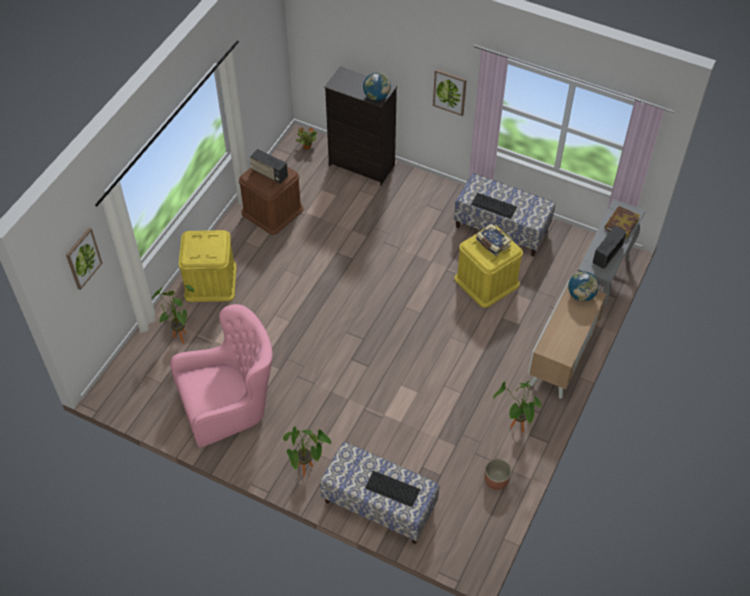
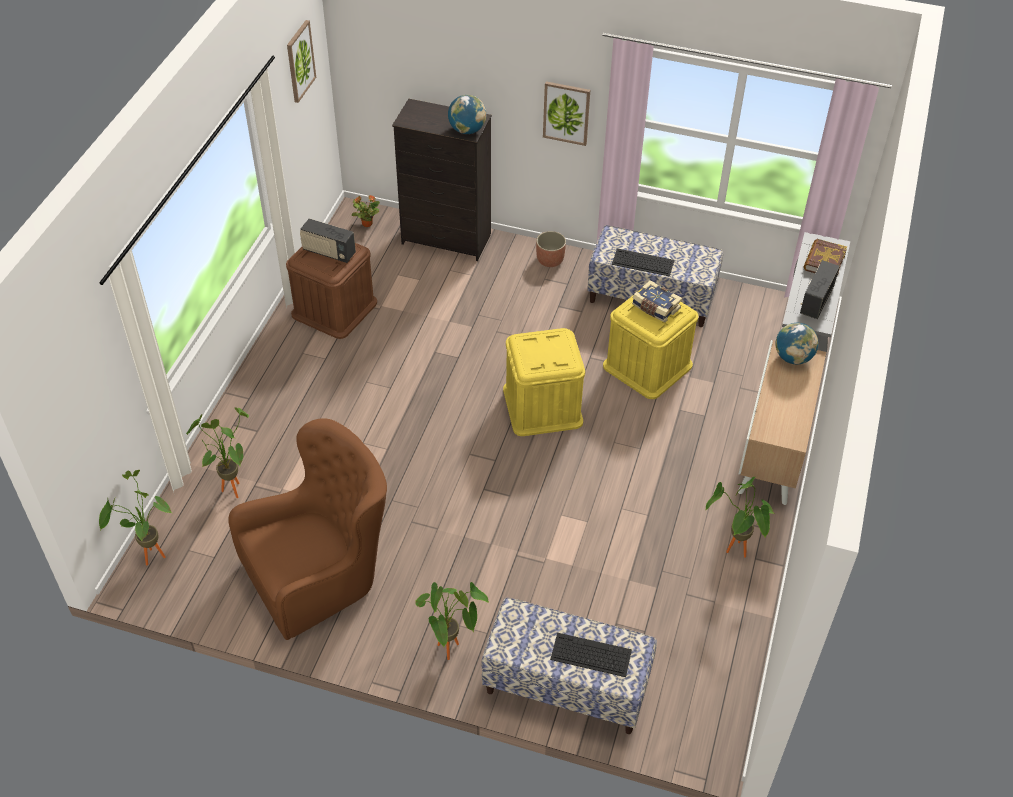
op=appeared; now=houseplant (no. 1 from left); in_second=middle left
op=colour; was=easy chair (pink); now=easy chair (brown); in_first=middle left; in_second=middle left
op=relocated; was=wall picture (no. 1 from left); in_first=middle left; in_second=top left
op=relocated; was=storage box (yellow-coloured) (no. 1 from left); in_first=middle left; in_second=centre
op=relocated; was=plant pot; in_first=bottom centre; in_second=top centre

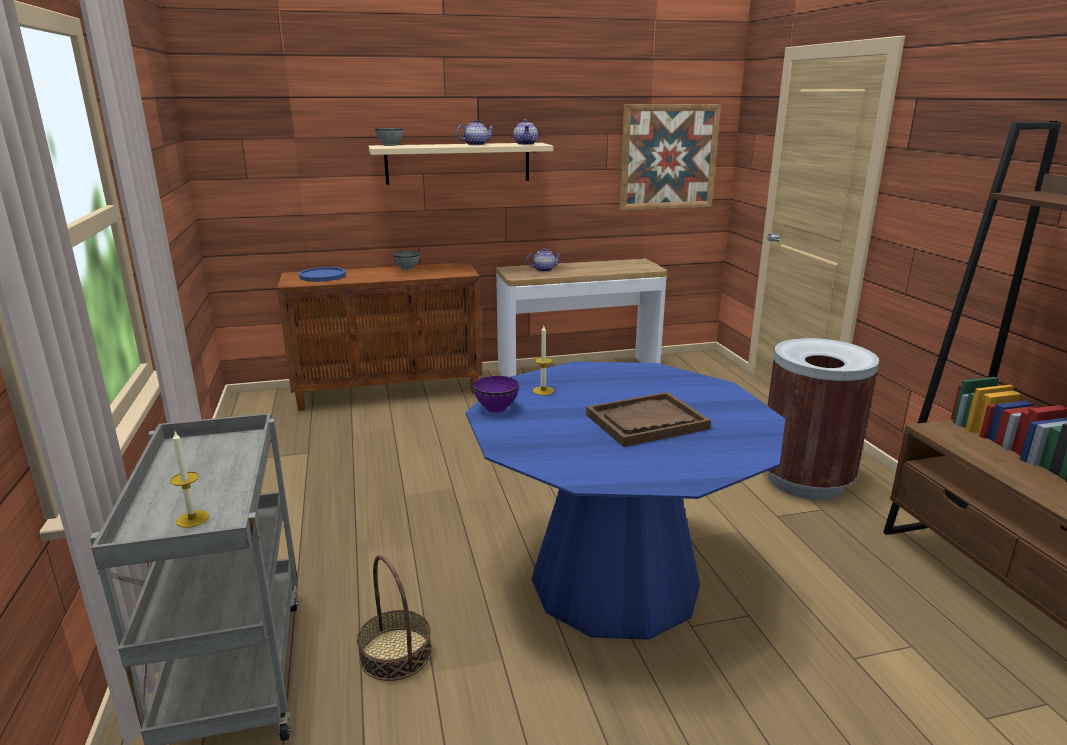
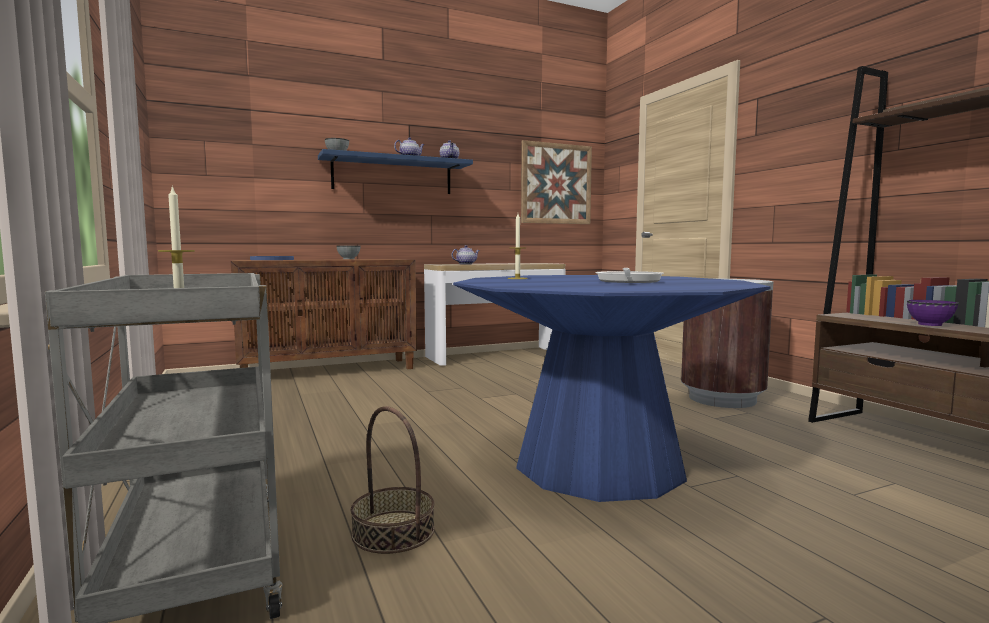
op=colour; was=bracket shelf (sand-coloured); now=bracket shelf (blue); in_first=top centre; in_second=top centre
op=exchanged; was=carrying tray (brown); now=frying pan; in_first=centre; in_second=centre
op=relocated; was=bowl (purplish); in_first=centre; in_second=middle right

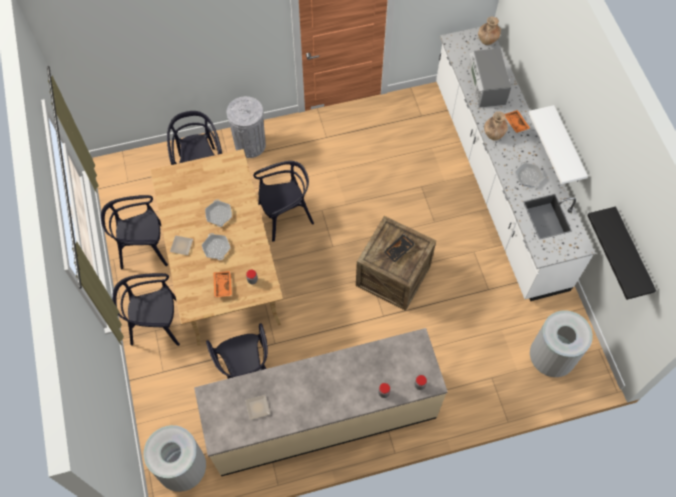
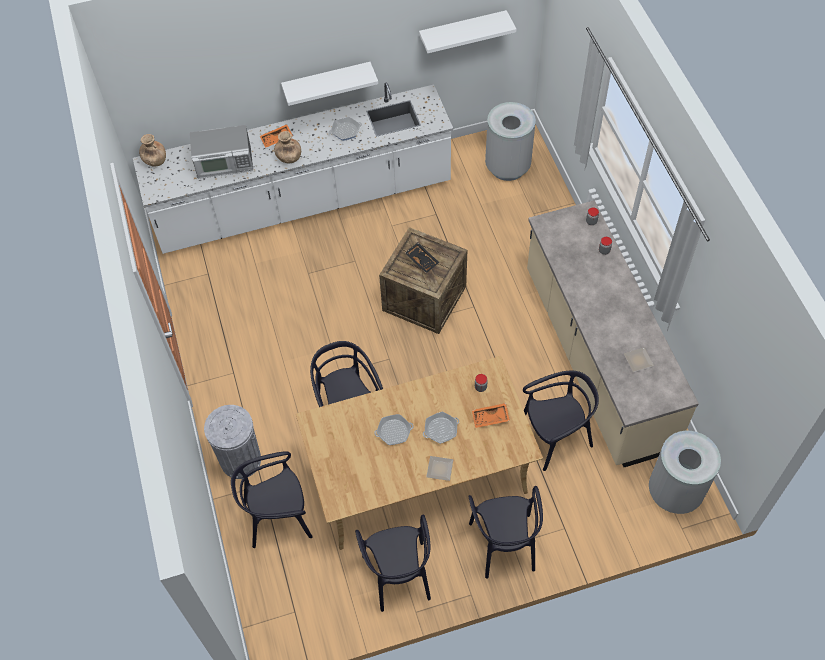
op=colour; was=bracket shelf (black); now=bracket shelf (white-coloured) (no. 2 from left); in_first=middle right; in_second=top centre

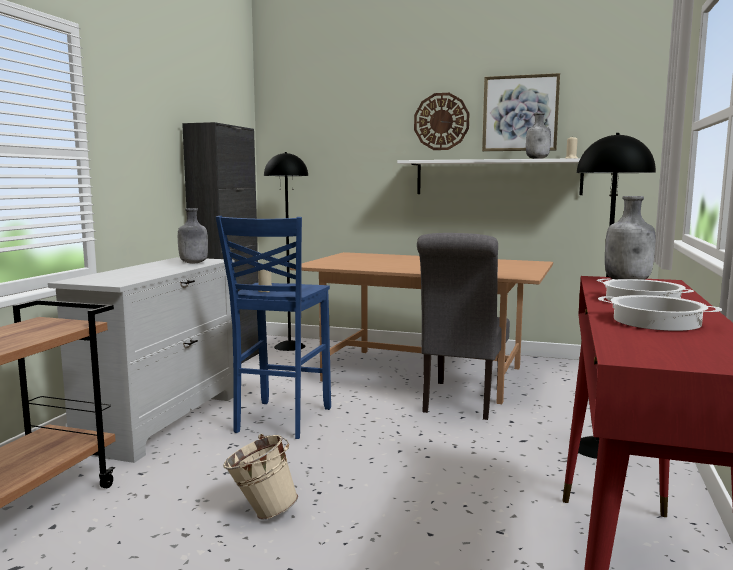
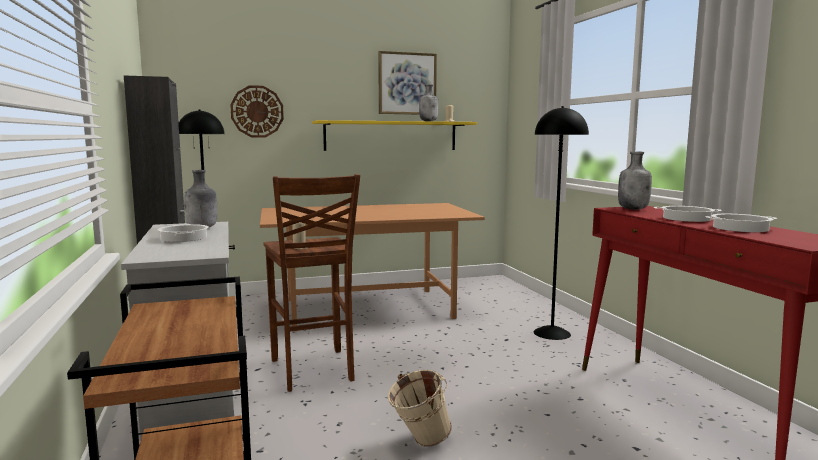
op=appeared; now=saucepot (no. 1 from left); in_second=middle left
op=relocated; was=clock on the wall; in_first=top centre; in_second=top left
op=colour; was=stool (blue); now=stool (brown); in_first=centre; in_second=centre
op=colour; was=bracket shelf (white-coloured); now=bracket shelf (yellow-coloured); in_first=top right; in_second=top centre
op=missing; was=chair (grey); in_first=centre

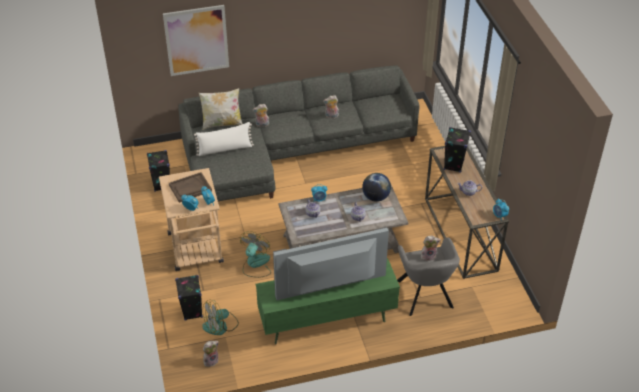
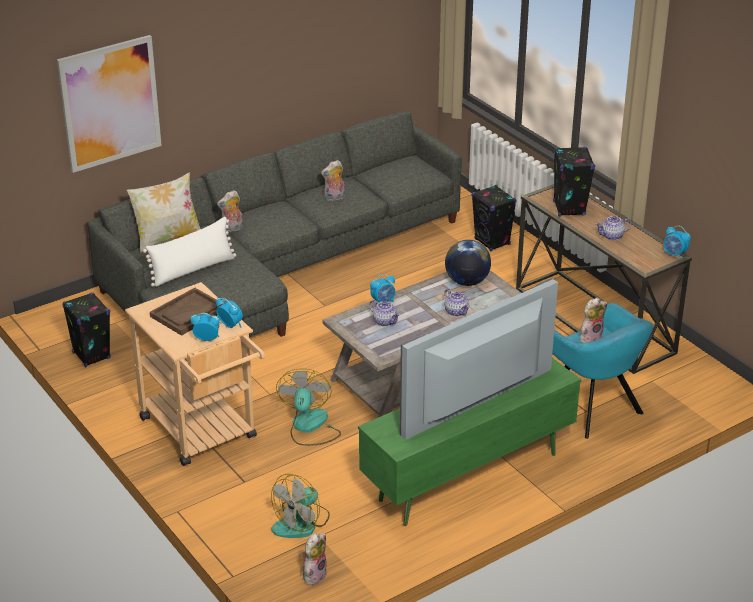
op=relocated; was=loudspeaker (black) (no. 2 from left); in_first=bottom left; in_second=centre
op=colour; was=easy chair (grey); now=easy chair (turquoise); in_first=bottom right; in_second=middle right

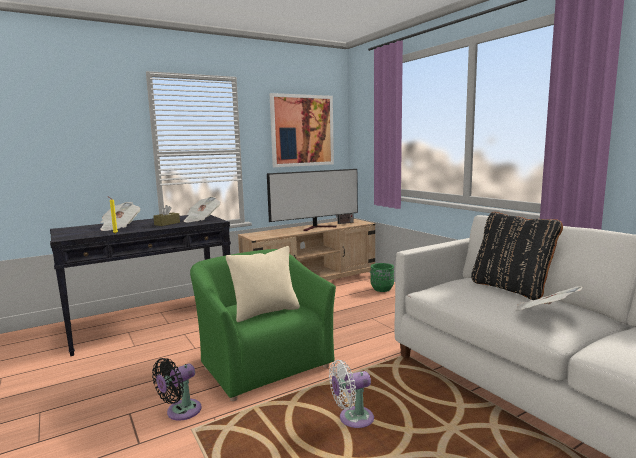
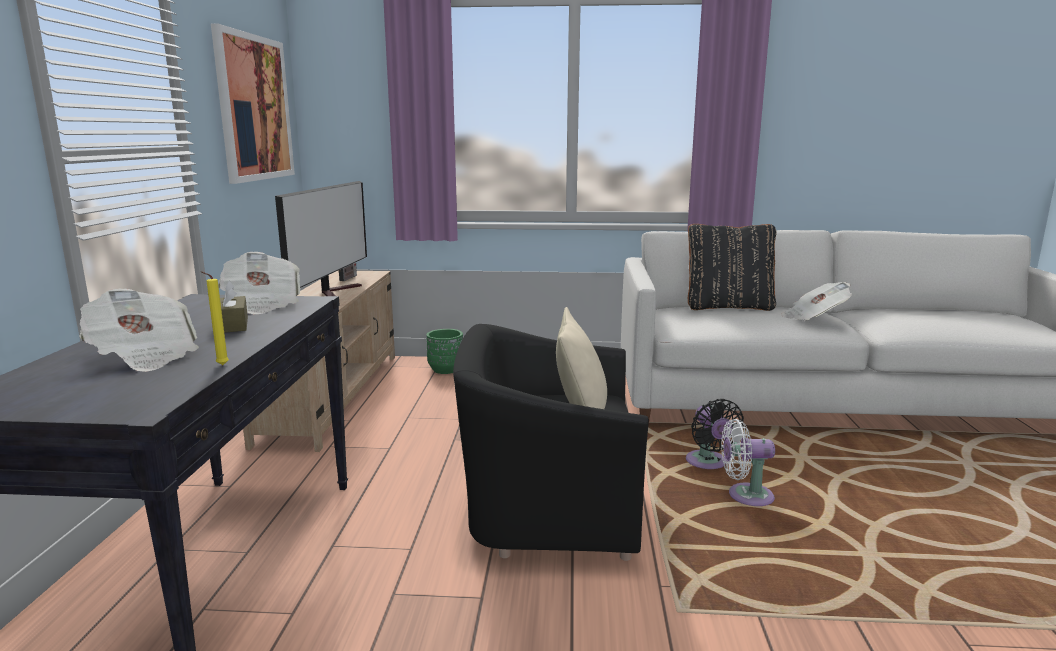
op=colour; was=easy chair (greenish); now=easy chair (black); in_first=bottom centre; in_second=bottom centre
op=relocated; was=fan (black); in_first=bottom left; in_second=bottom right
op=spun; was=fan (white-coloured); in_first=bottom centre; in_second=bottom right; clockwise=75

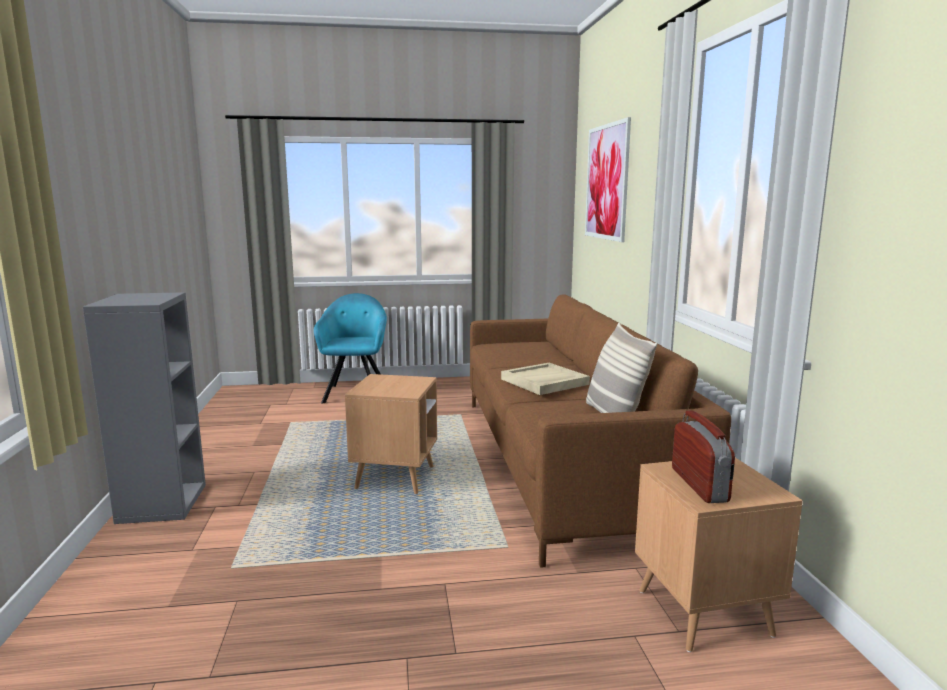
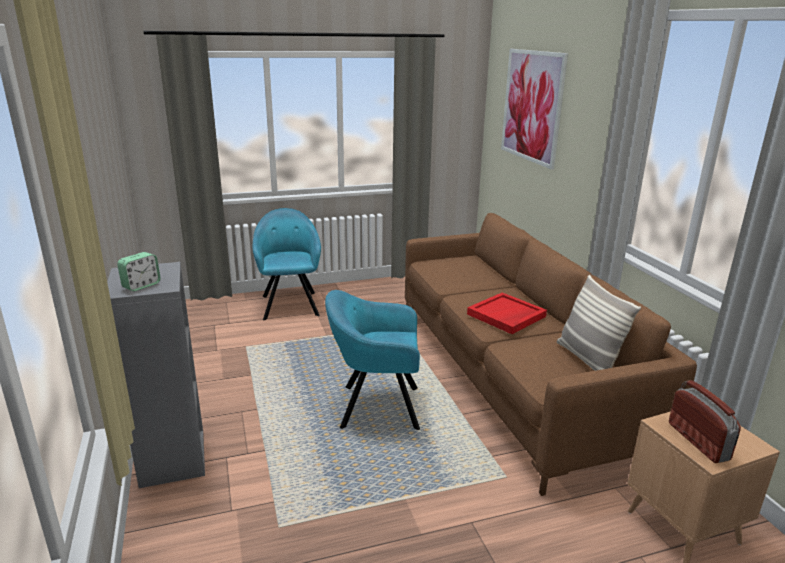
op=appeared; now=alarm clock; in_second=middle left
op=exchanged; was=accent table (brown) (no. 1 from left); now=easy chair (turquoise) (no. 2 from left); in_first=centre; in_second=centre
op=colour; was=carrying tray (sand-coloured); now=carrying tray (red); in_first=centre; in_second=centre

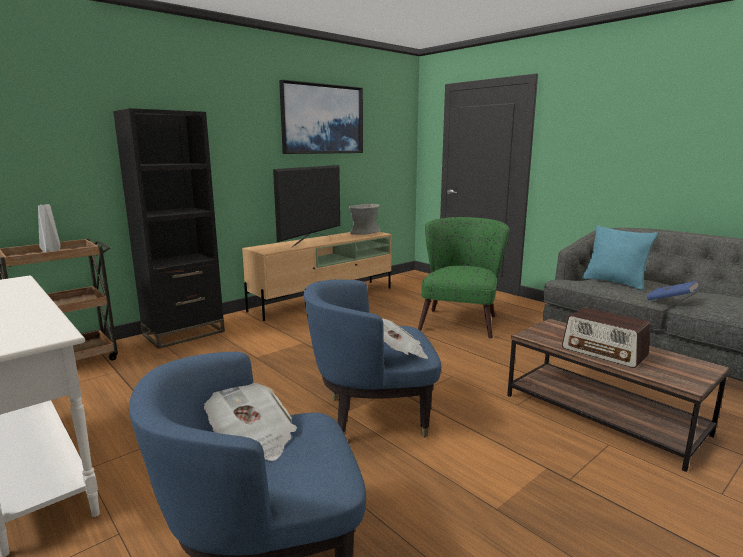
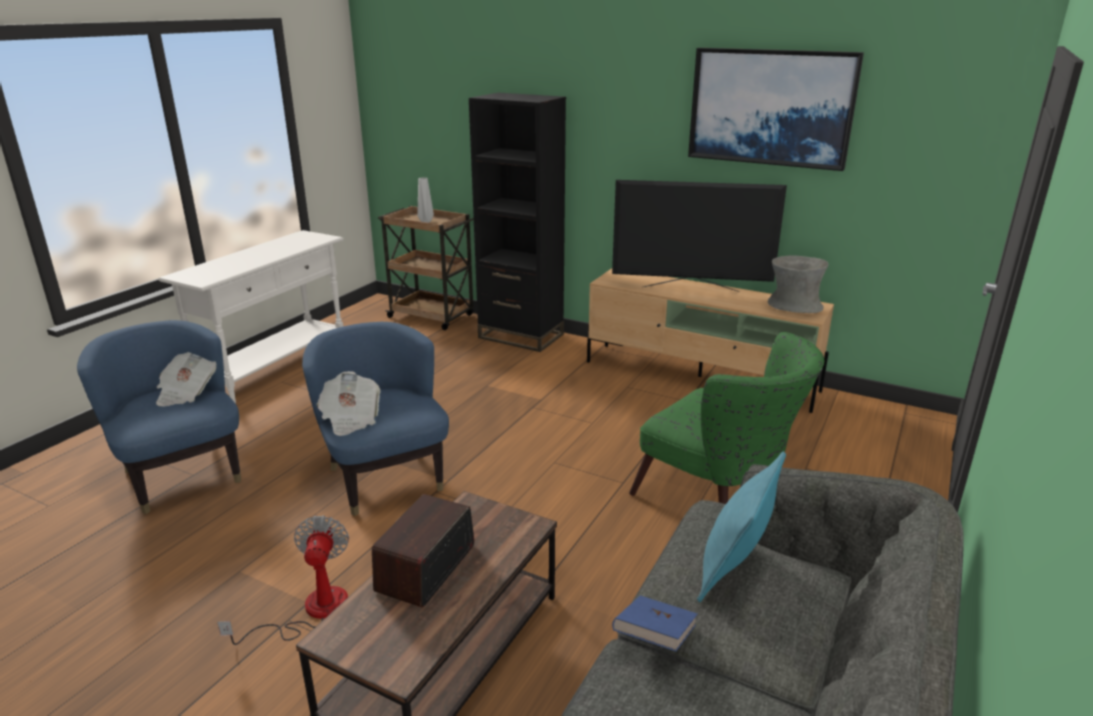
op=appeared; now=fan; in_second=bottom left
op=spun; was=easy chair (greenish); in_first=centre; in_second=centre; clockwise=45

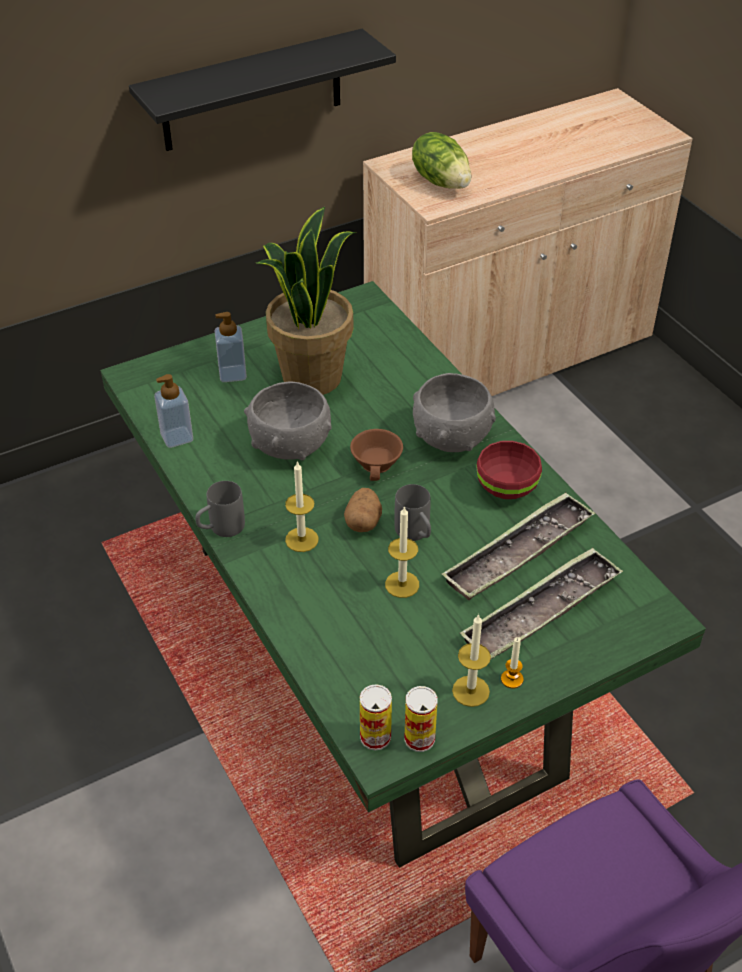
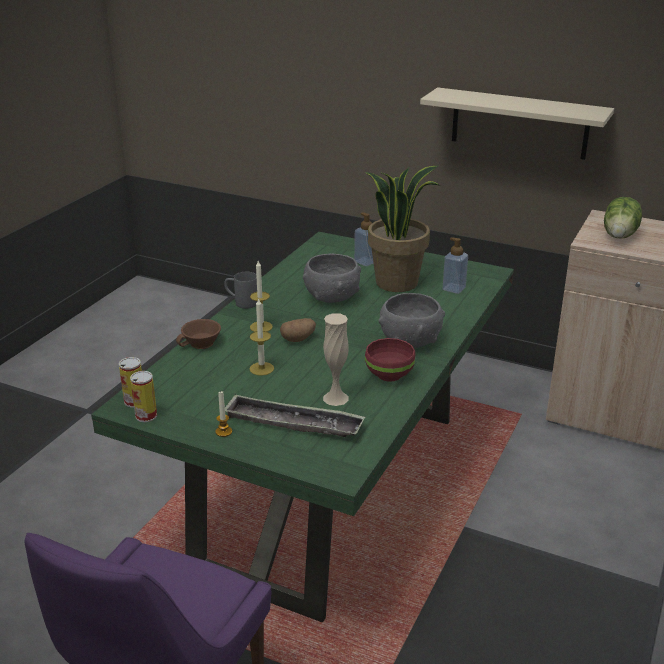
op=relocated; was=drinking cup (brown); in_first=centre; in_second=middle left
op=exchanged; was=carrying tray (no. 1 from left); now=decorative vase (sand-coloured); in_first=middle right; in_second=centre
op=colour; was=bracket shelf (black); now=bracket shelf (sand-coloured); in_first=top centre; in_second=top right
op=relocated; was=liquid soap bottle (no. 1 from left in the first image); now=liquid soap bottle (no. 2 from left); in_first=middle left; in_second=middle right
op=missing; was=coffee mug (grey) (no. 2 from left); in_first=centre
op=missing; was=wax light (no. 3 from left); in_first=bottom centre

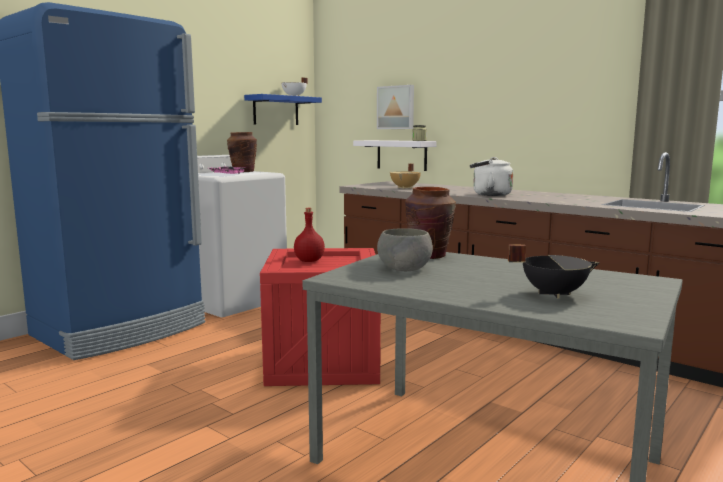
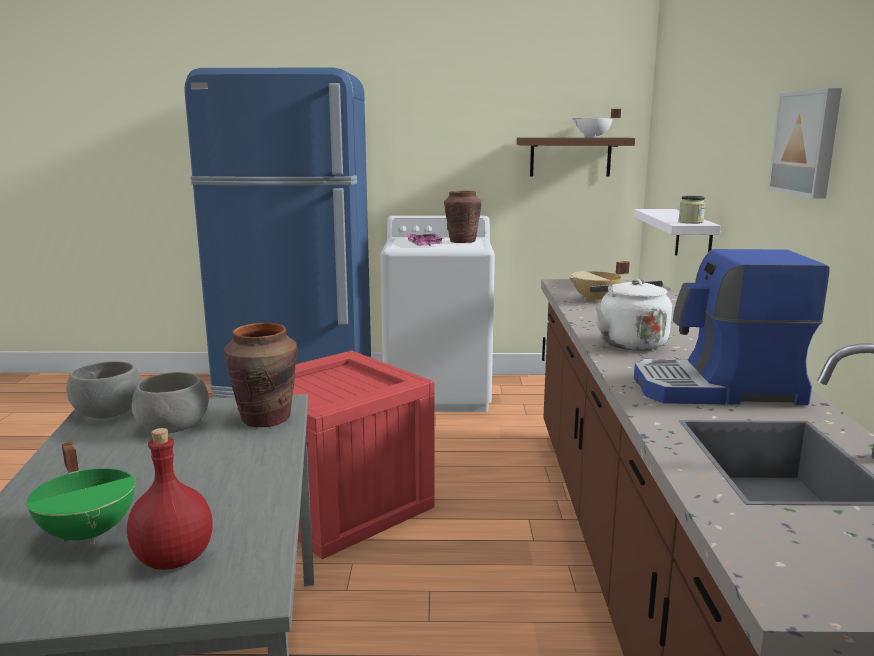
op=colour; was=saucepot (black); now=saucepot (greenish); in_first=middle right; in_second=bottom left
op=appeared; now=bowl (grey) (no. 1 from left); in_second=middle left
op=relocated; was=bottle (red); in_first=centre; in_second=bottom left
op=colour; was=bracket shelf (blue); now=bracket shelf (brown); in_first=top centre; in_second=top centre
op=appeared; now=coffee brewer; in_second=middle right
op=relocated; was=wall picture; in_first=top centre; in_second=top right

